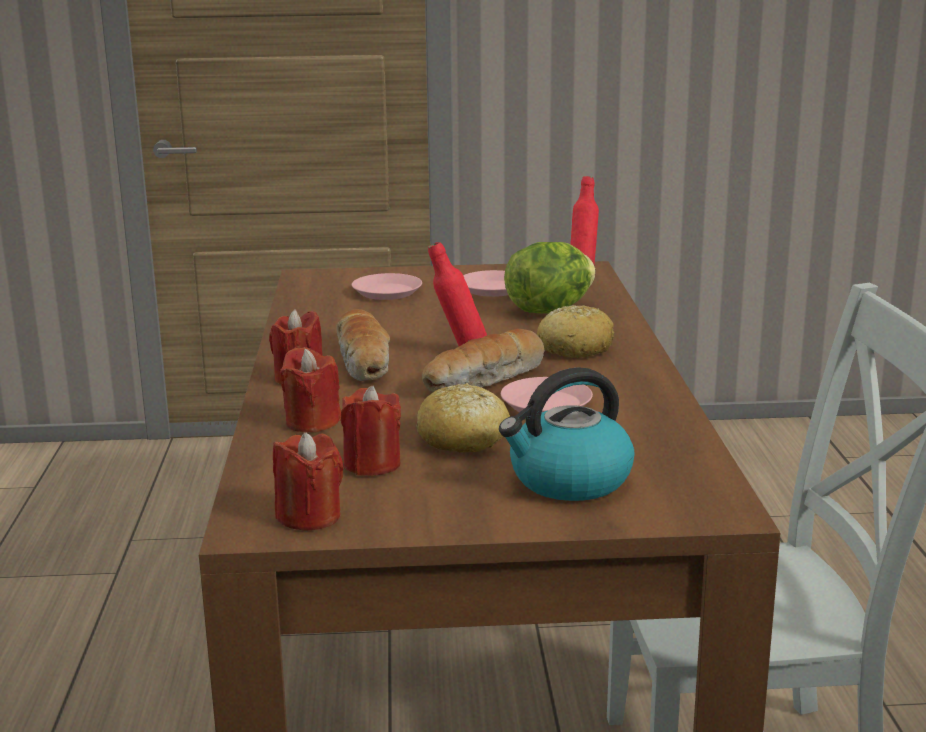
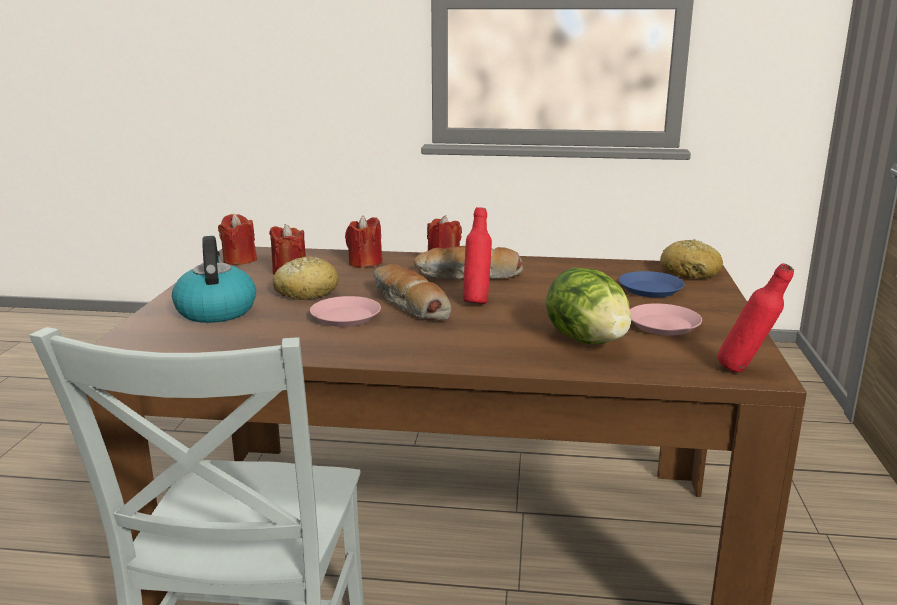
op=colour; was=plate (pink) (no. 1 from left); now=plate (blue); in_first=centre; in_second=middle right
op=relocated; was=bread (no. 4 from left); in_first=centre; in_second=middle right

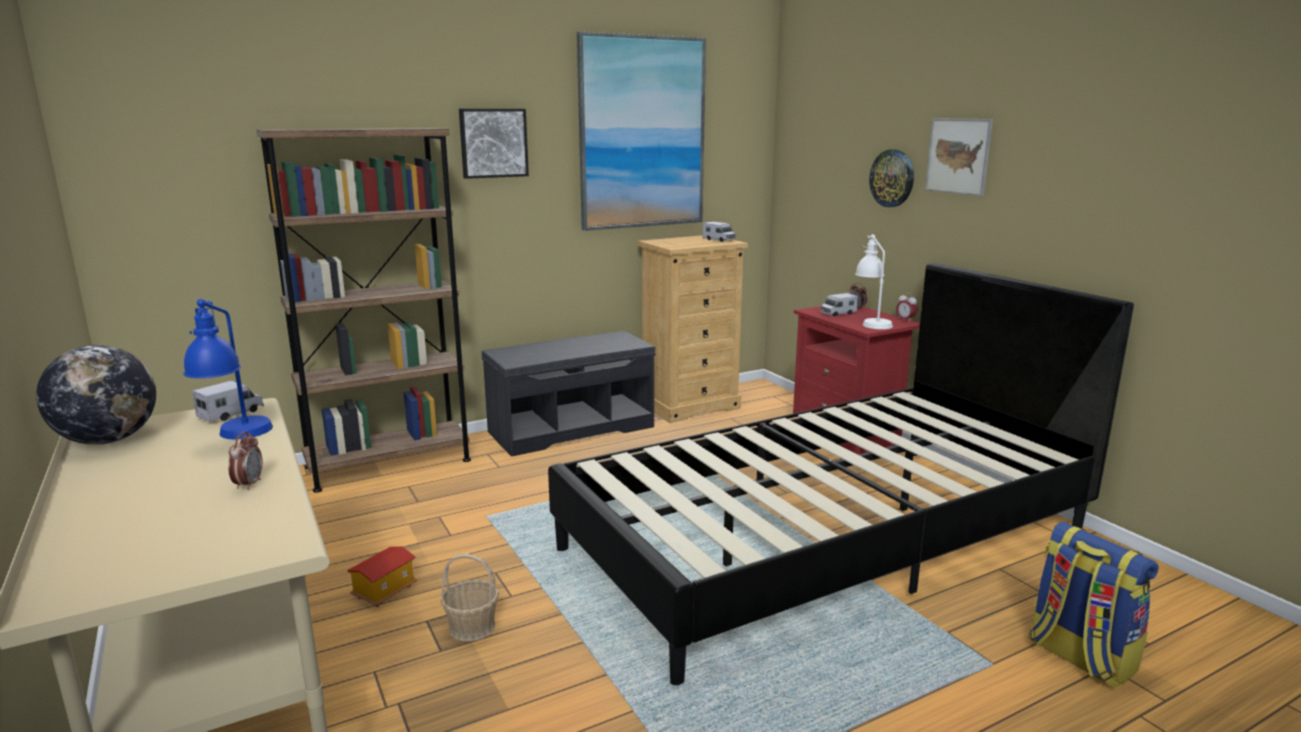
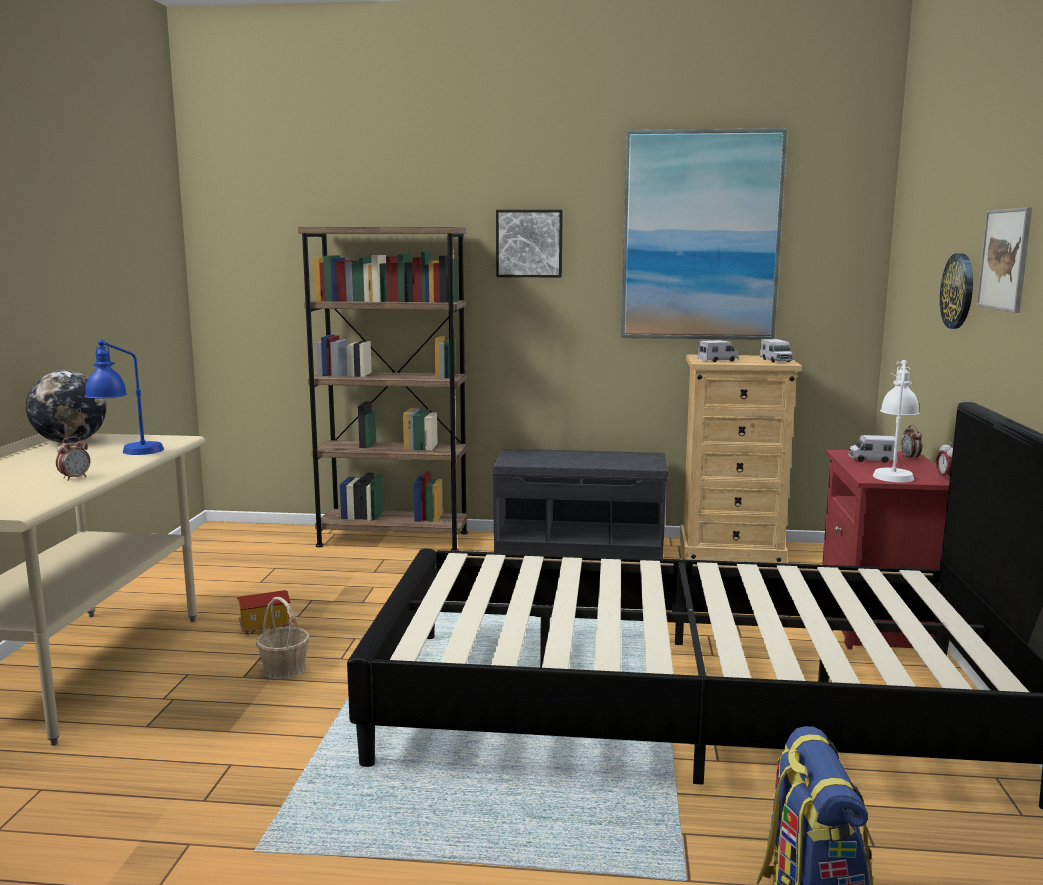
op=relocated; was=model truck (no. 1 from left); in_first=middle left; in_second=middle right

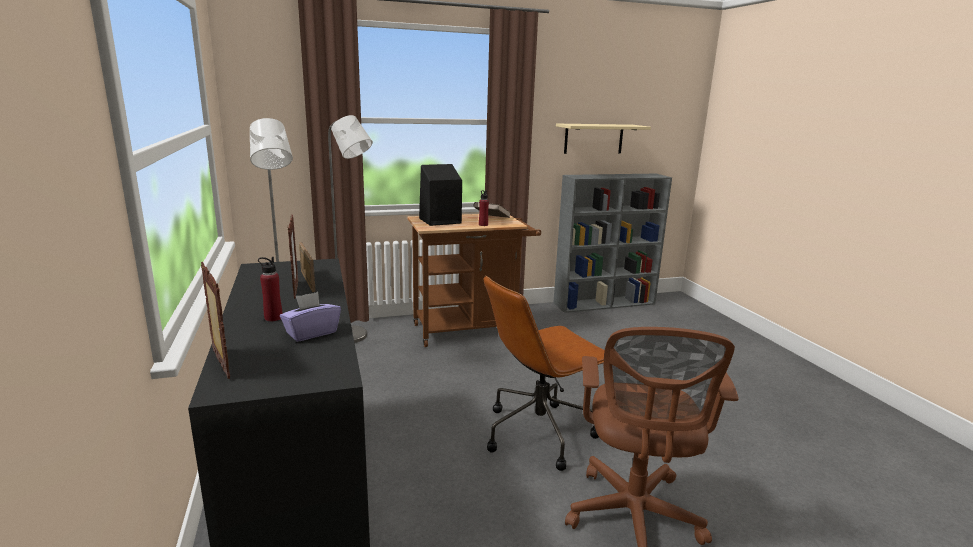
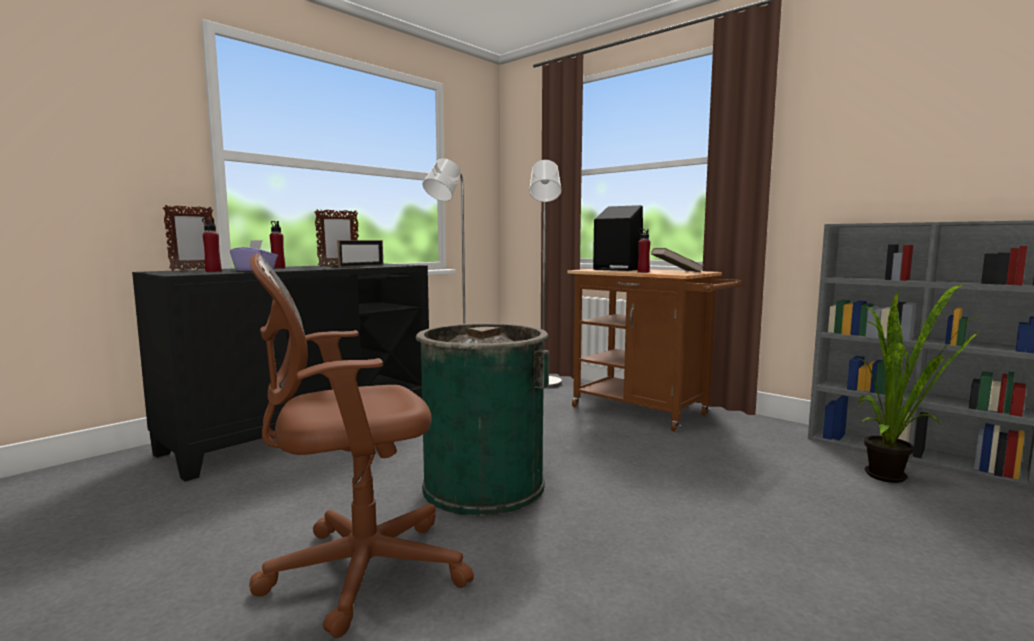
op=appeared; now=bottle (red) (no. 1 from left); in_second=middle left
op=exchanged; was=desk chair (brown) (no. 1 from left); now=waste bin (greenish); in_first=bottom centre; in_second=centre
op=appeared; now=houseplant; in_second=middle right
op=missing; was=bracket shelf (sand-coloured); in_first=top centre

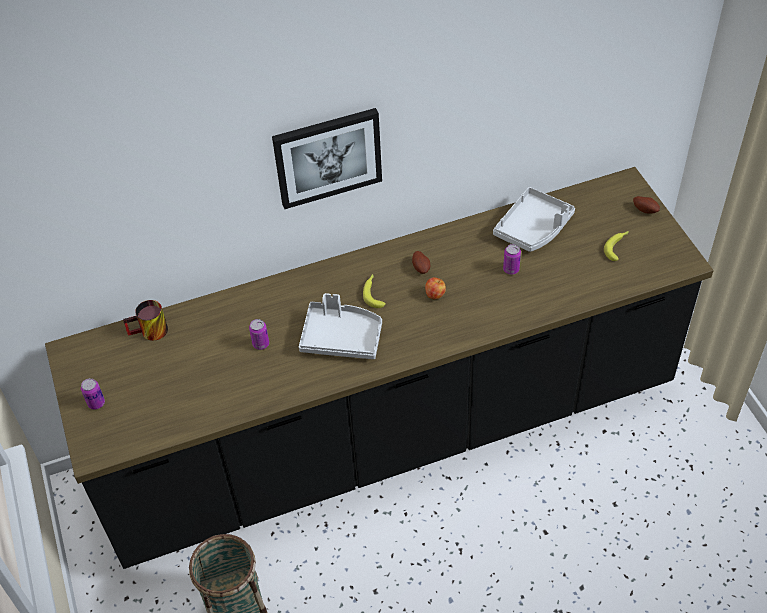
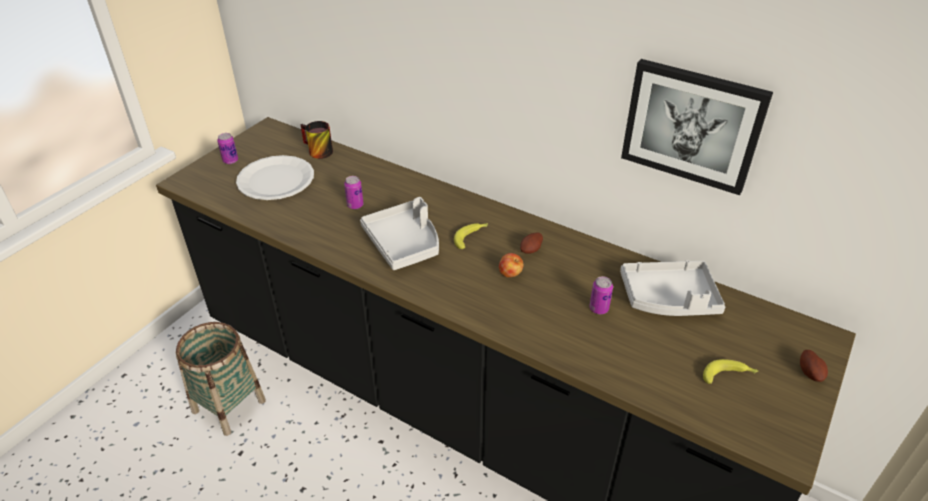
op=appeared; now=plate (white-coloured); in_second=middle left
op=relocated; was=wall picture; in_first=top centre; in_second=top right

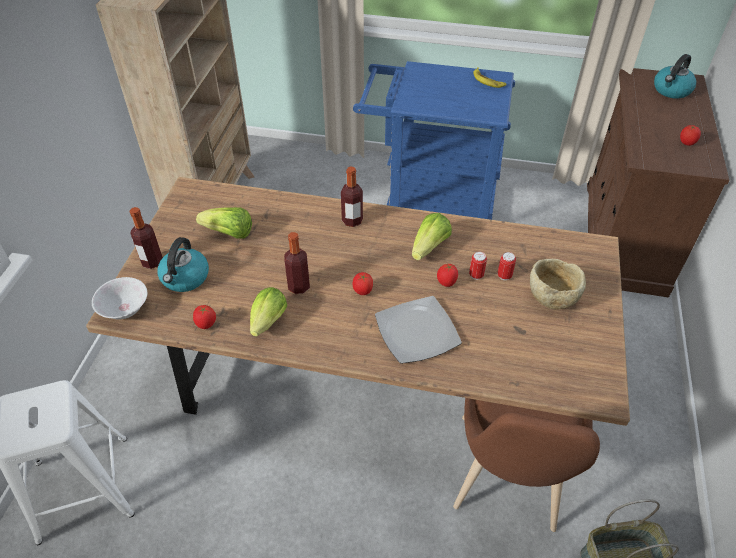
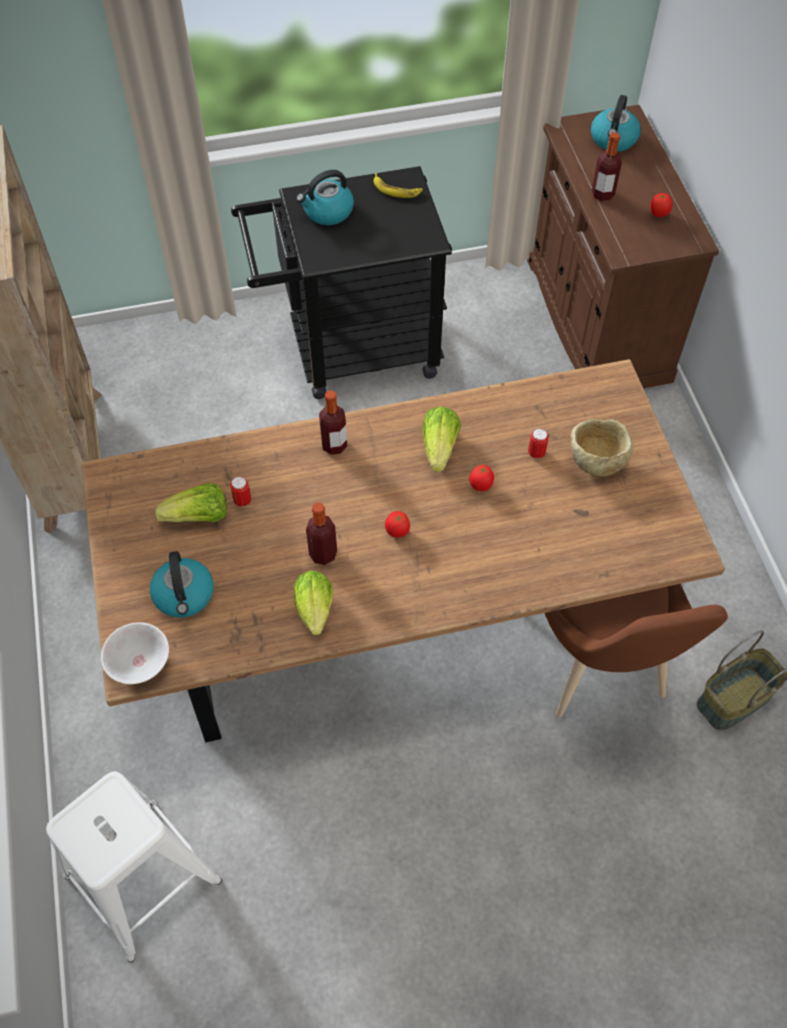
op=relocated; was=metal can (no. 1 from left); in_first=centre; in_second=middle left
op=colour; was=wheeled cart (blue); now=wheeled cart (black); in_first=top centre; in_second=top centre
op=appeared; now=water kettle (no. 2 from left); in_second=top centre
op=relocated; was=bottle (no. 1 from left in the first image); now=bottle (no. 3 from left); in_first=middle left; in_second=top right
op=missing; was=tomato (no. 1 from left); in_first=middle left
op=missing; was=plate; in_first=centre

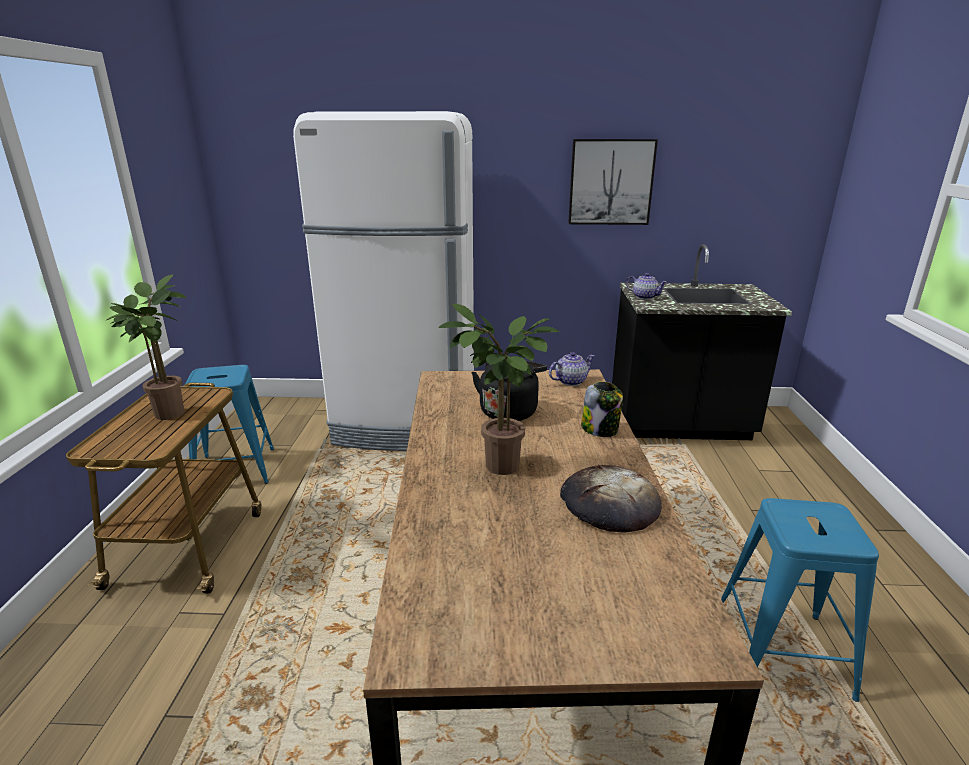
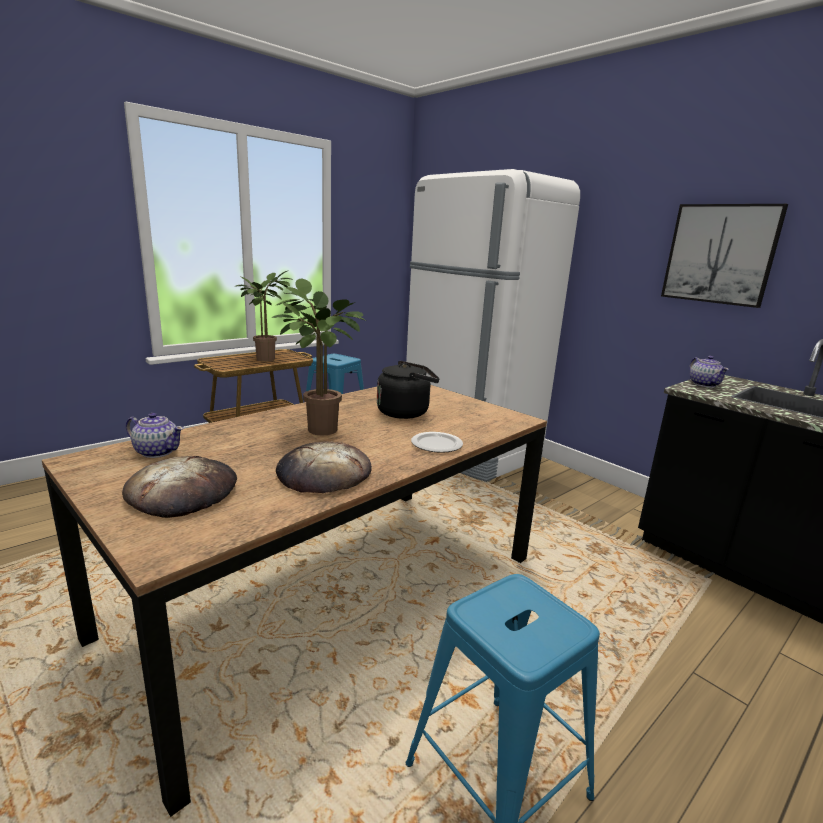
op=appeared; now=bread (no. 1 from left); in_second=middle left
op=relocated; was=pot for tea (no. 1 from left); in_first=centre; in_second=middle left
op=exchanged; was=storage jar; now=plate; in_first=centre; in_second=centre

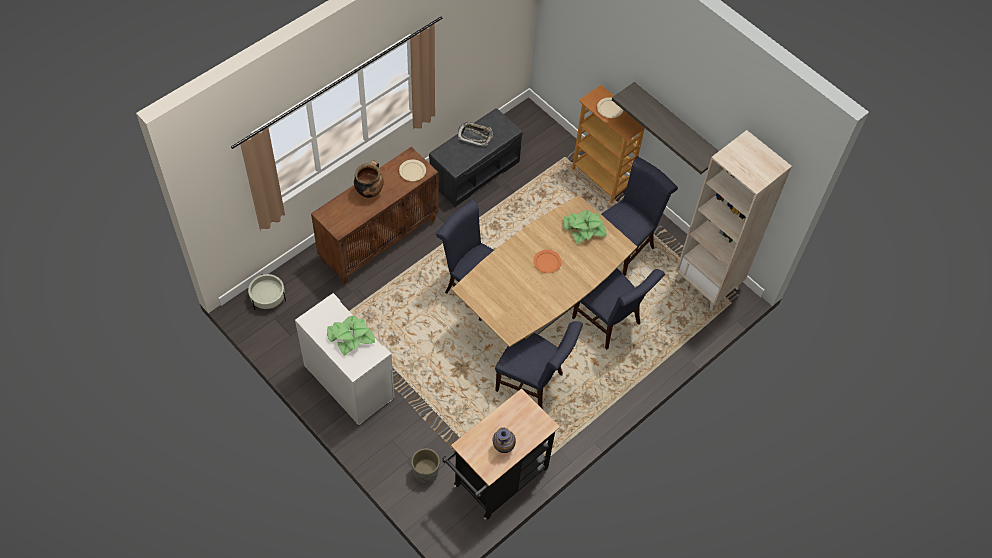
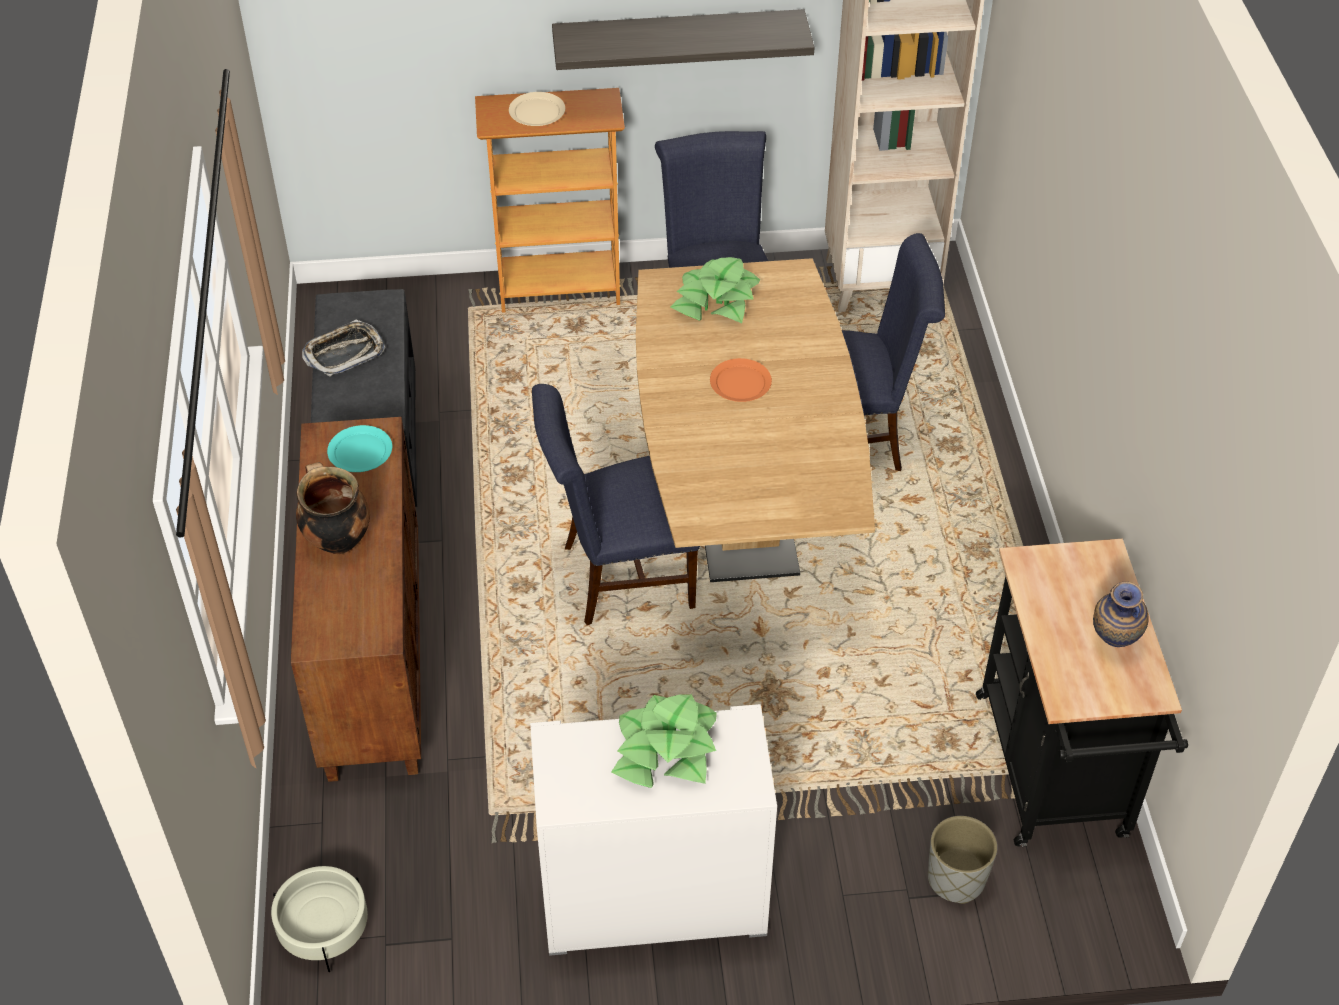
op=colour; was=plate (sand-coloured) (no. 1 from left); now=plate (turquoise); in_first=top centre; in_second=middle left
op=missing; was=chair (blue) (no. 2 from left); in_first=centre

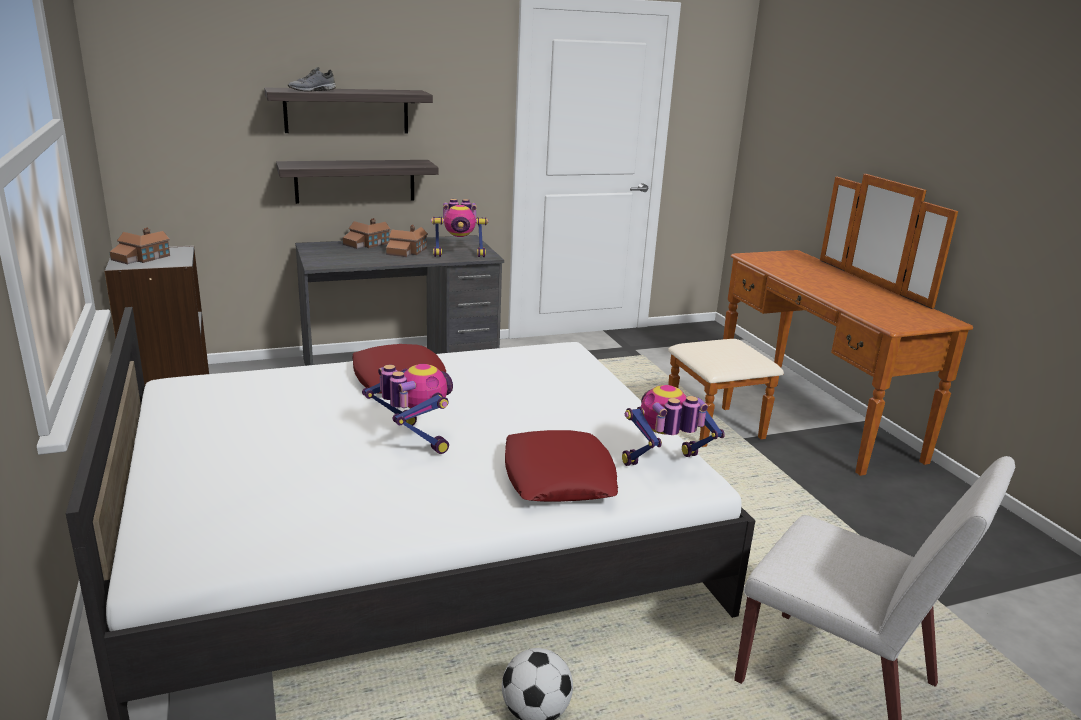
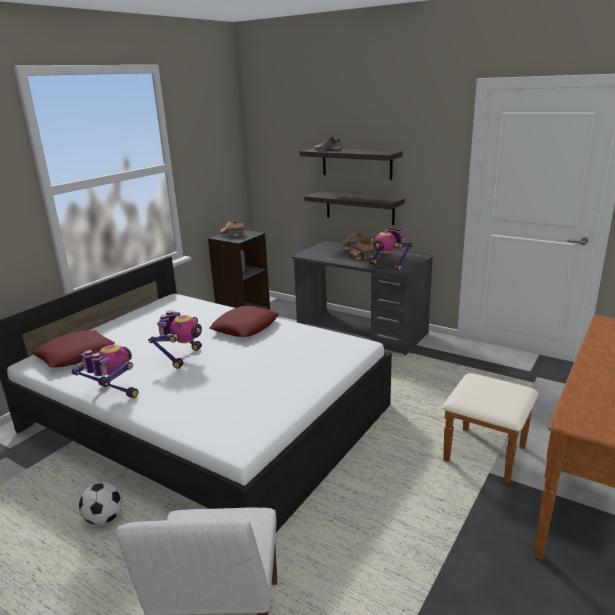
op=relocated; was=pillow (red) (no. 2 from left in the first image); now=pillow (red) (no. 1 from left); in_first=centre; in_second=middle left
op=relocated; was=robot figure (no. 3 from left in the first image); now=robot figure (no. 1 from left); in_first=centre; in_second=middle left

